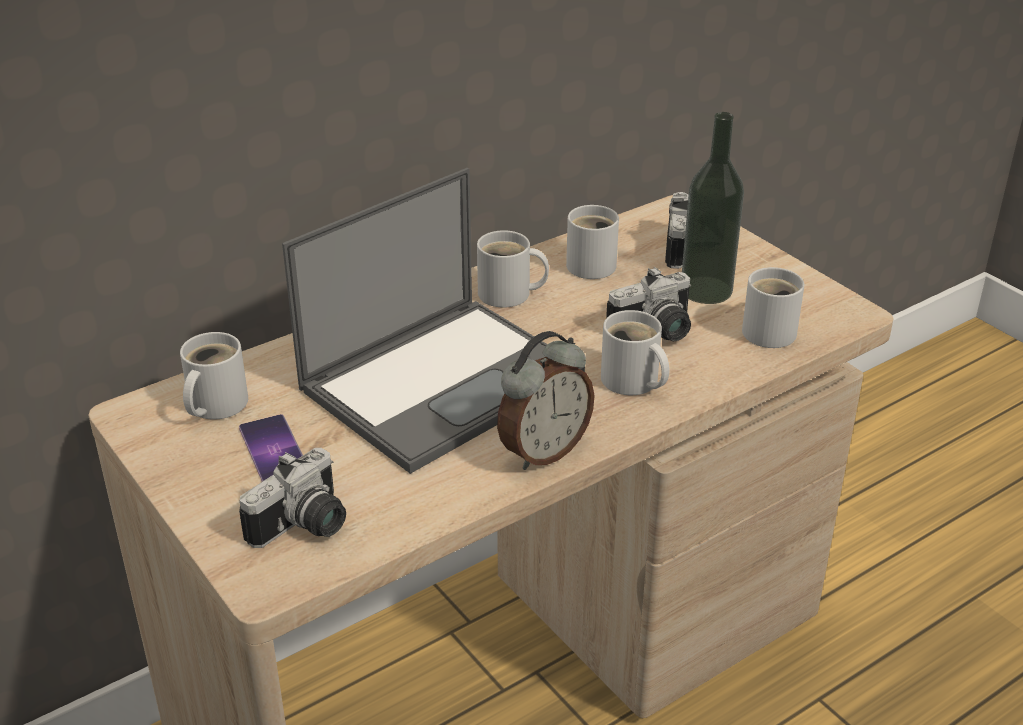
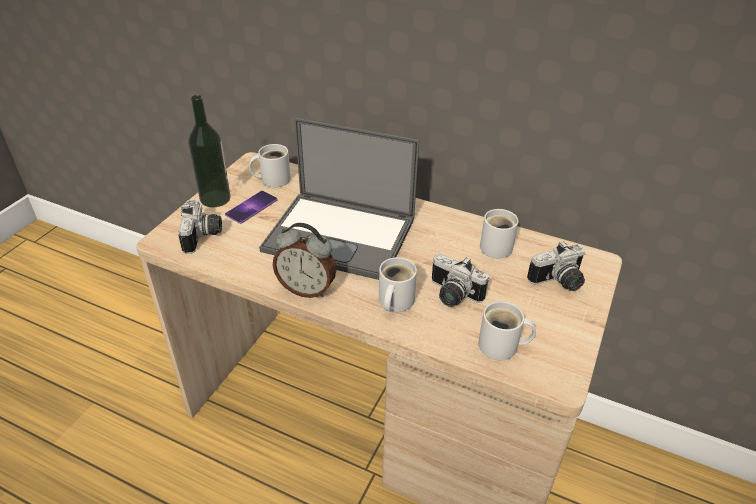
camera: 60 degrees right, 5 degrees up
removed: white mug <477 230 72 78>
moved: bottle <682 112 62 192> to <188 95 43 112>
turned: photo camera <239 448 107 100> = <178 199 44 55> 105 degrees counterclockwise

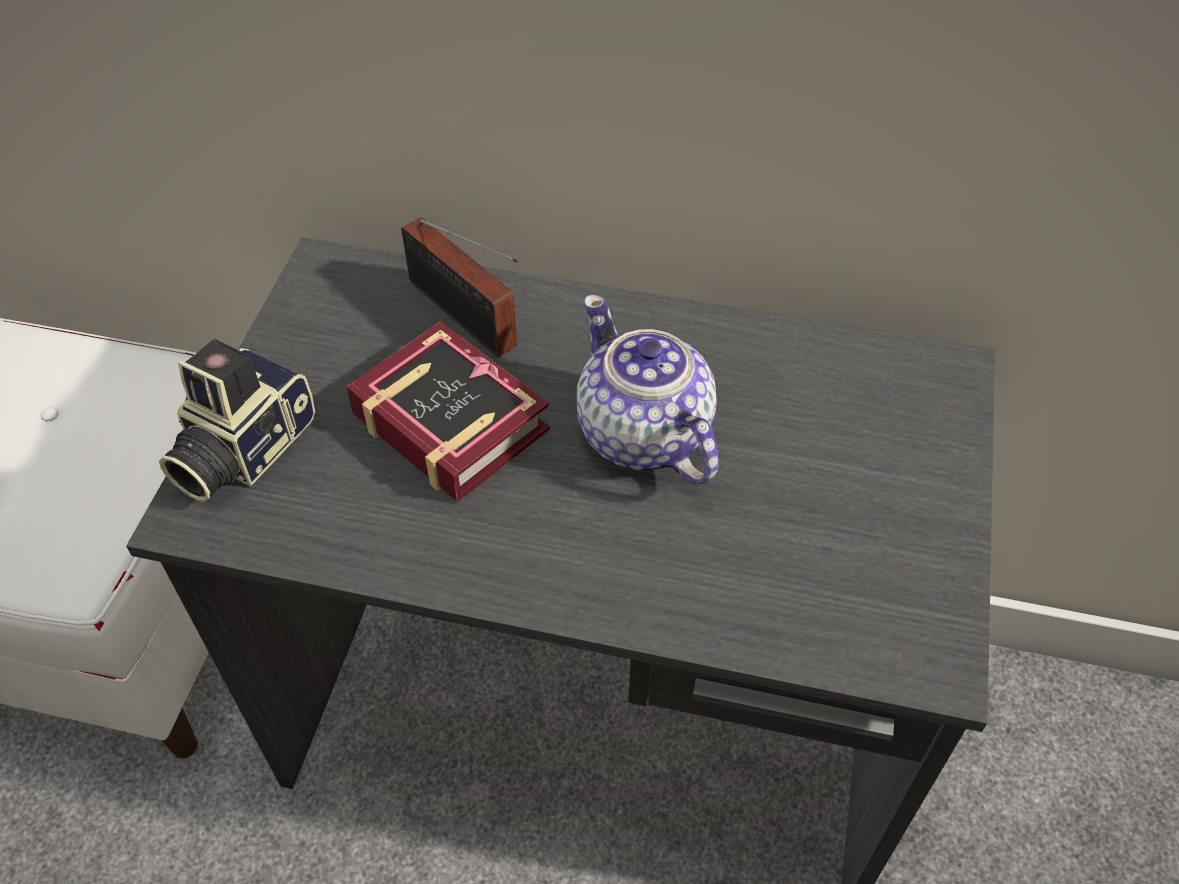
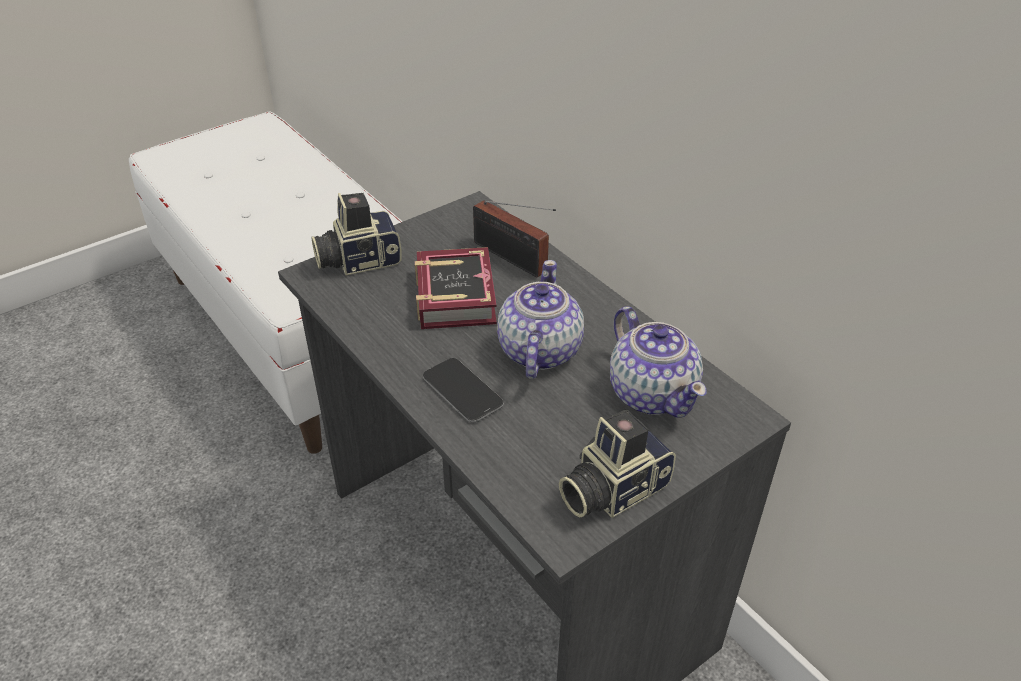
camera: 40 degrees right, 10 degrees down
added: teapot <610 306 97 112>; phone <423 358 81 65>; photo camera <559 410 117 108>
turned: radio <401 217 117 141> = <473 200 83 77> 45 degrees counterclockwise

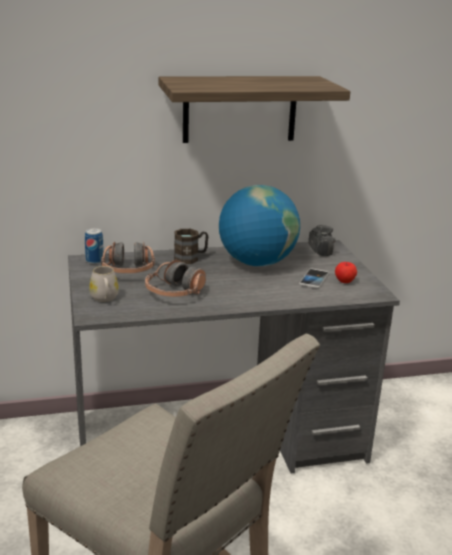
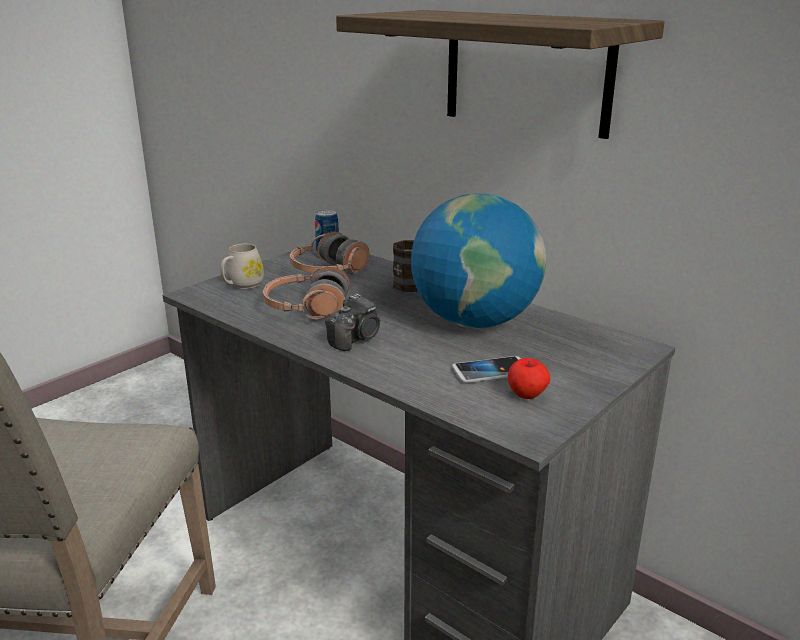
camera: 55 degrees right, 0 degrees up
moved: photo camera <308 225 27 31> to <325 293 55 58>

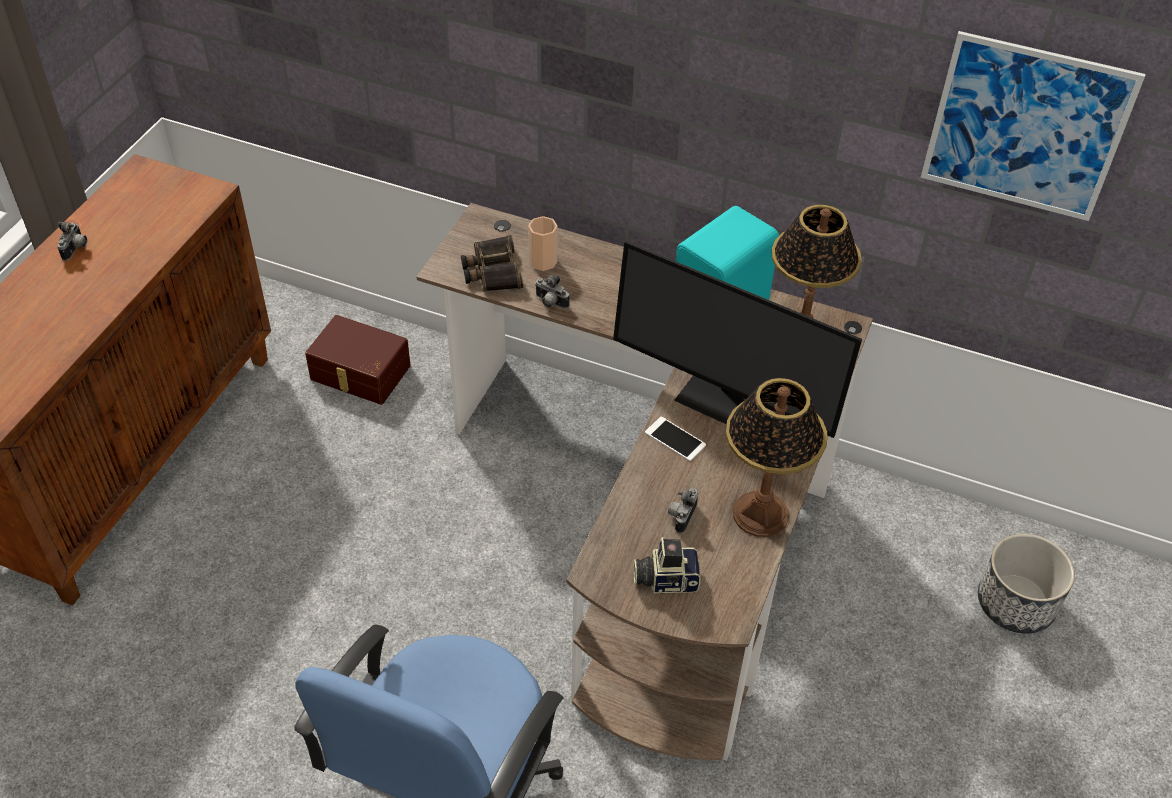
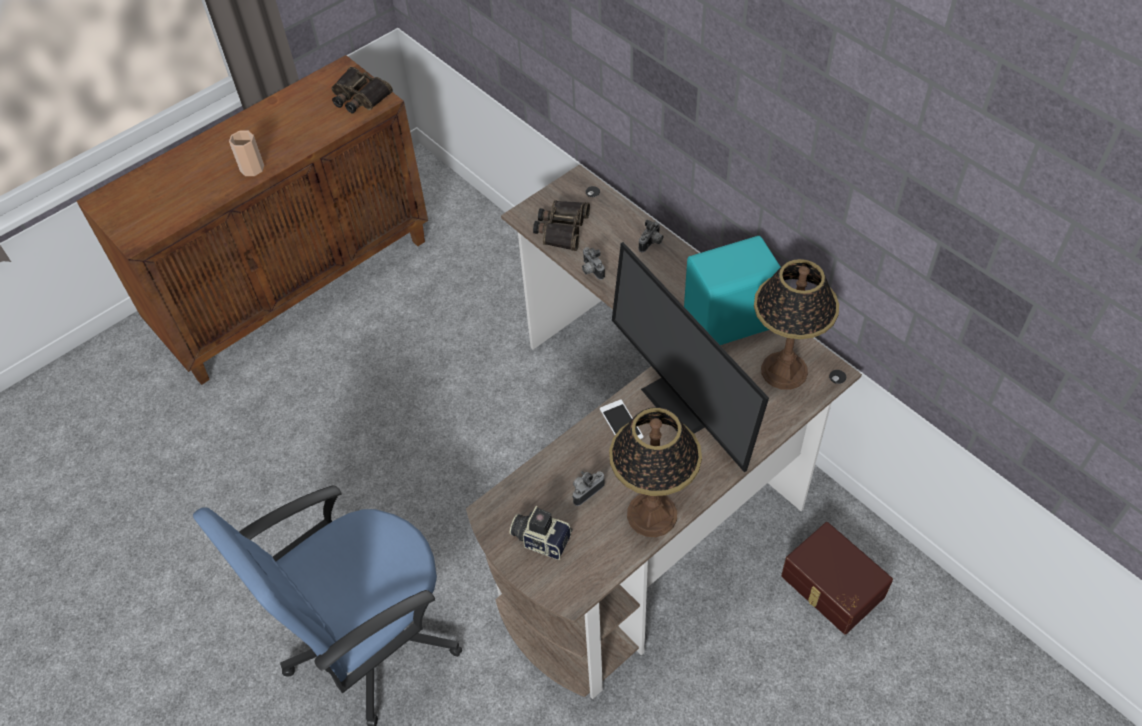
camera: 30 degrees right, 5 degrees up
removed: picture <921 31 225 190>; planter <978 534 97 100>
added: binoculars <331 67 62 46>
moved: cup <528 216 30 55> to <229 131 35 45>; photo camera <57 222 30 39> to <639 220 24 32>; brown storage box <305 315 106 90> to <781 522 112 112>

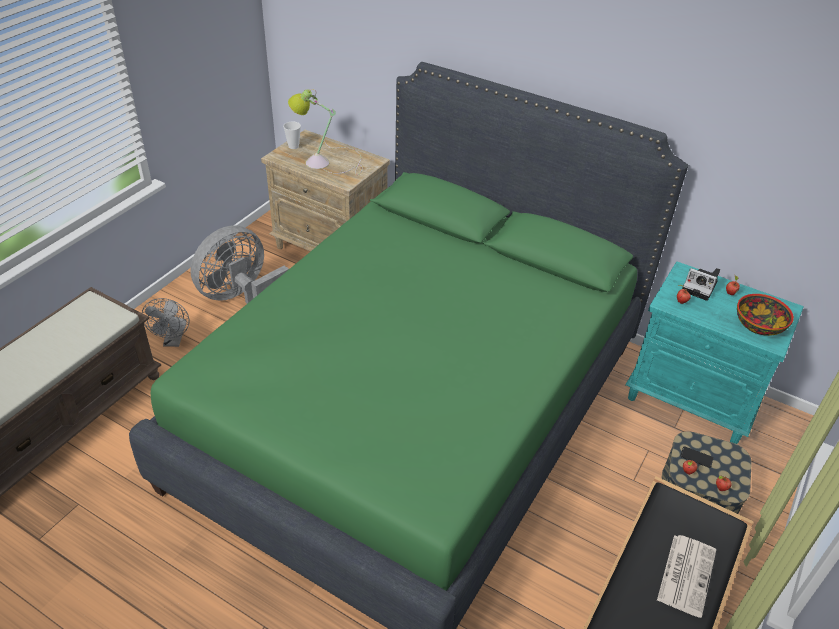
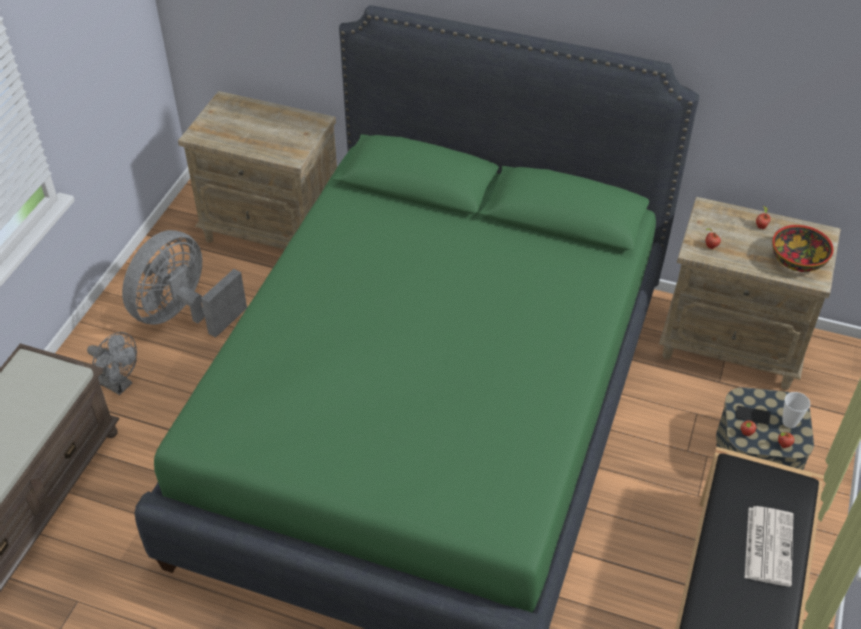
camera: 10 degrees left, 5 degrees up
removed: table lamp <288 89 75 86>; photo camera <682 268 38 33>
moved: cup <283 121 18 28> to <782 392 28 36>
recoloured: turquoise nightstand <625 262 178 182> to beige nightstand <659 197 182 193>
turned: grey fan <142 298 47 49> = <87 332 50 63> 45 degrees counterclockwise

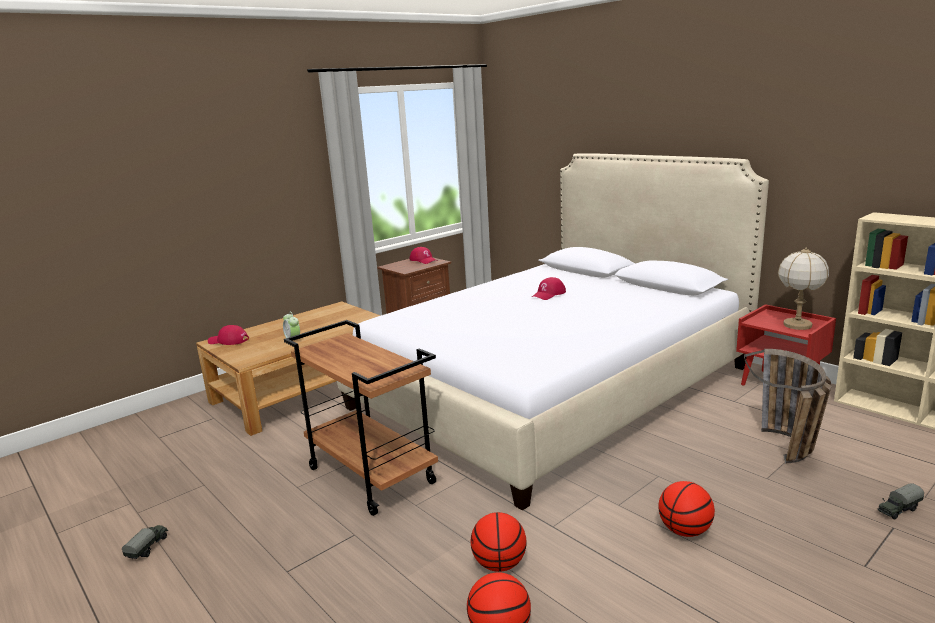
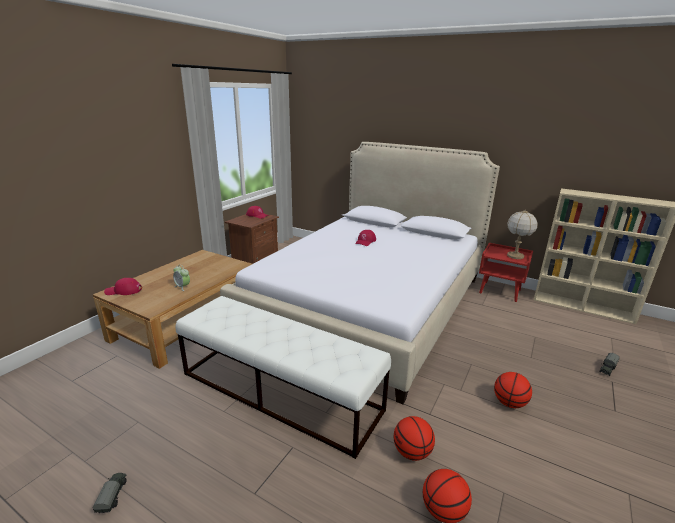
camera: 20 degrees left, 5 degrees up
removed: basket <744 349 87 115>
replaced: brown cart <284 320 154 196> to white bench <176 296 215 163>

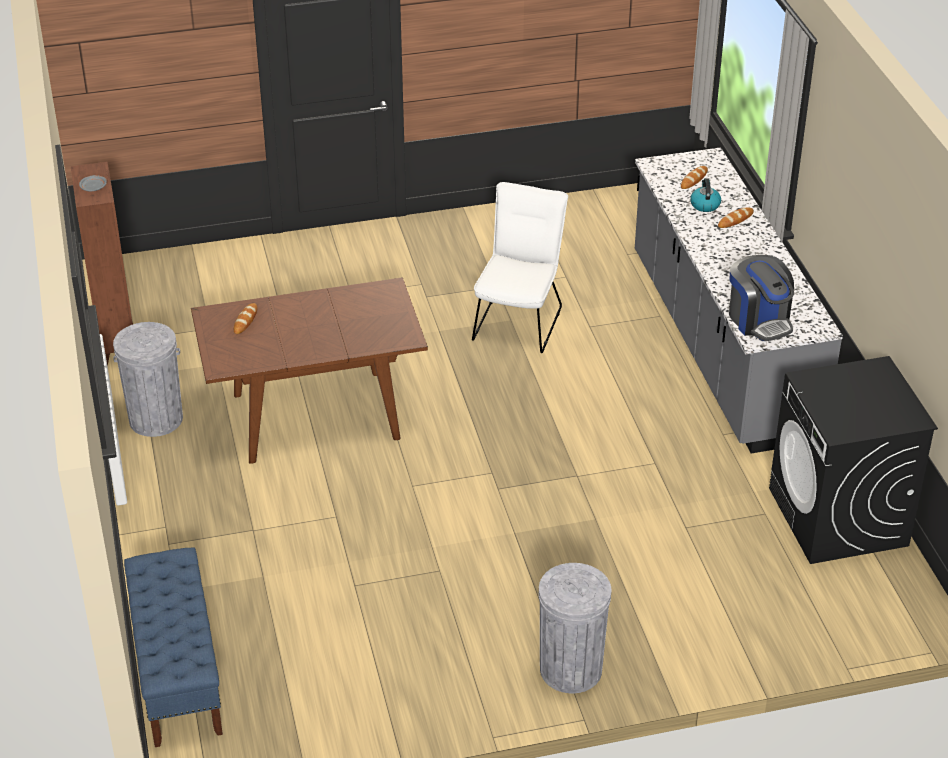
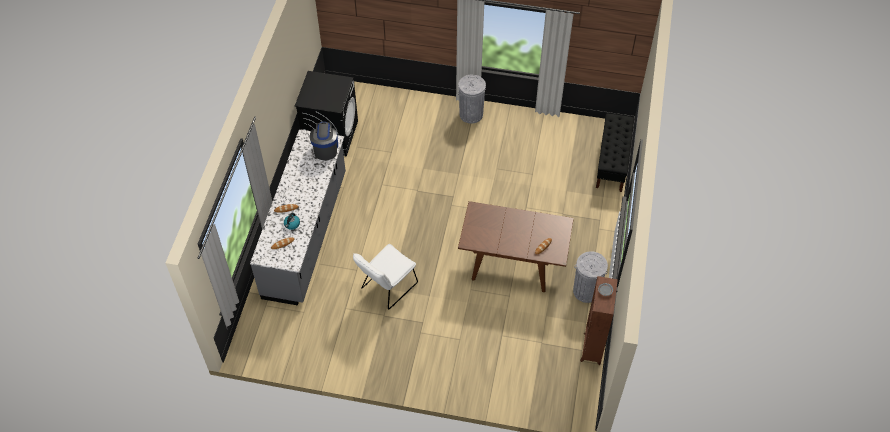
camera: 155 degrees left, 15 degrees up
recoloured: blue bench <124 547 99 200> to black bench <596 114 38 78>

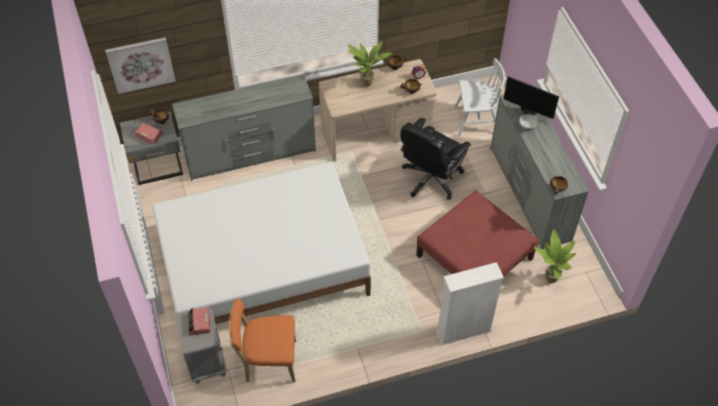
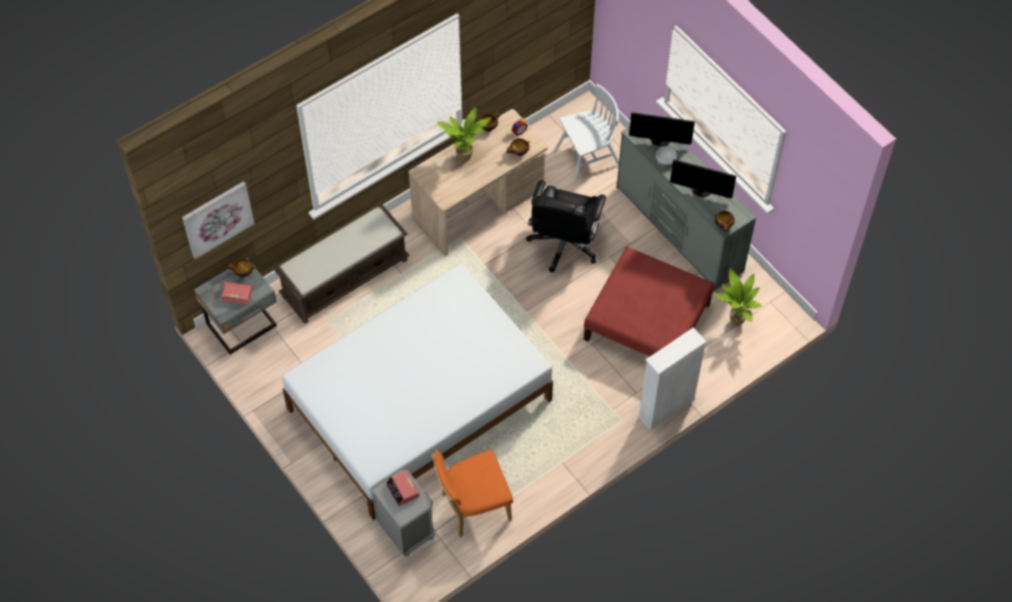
camera: 20 degrees left, 5 degrees up
added: monitor <670 159 66 40>
replaced: grey dresser <172 75 144 106> to brown bench <274 204 136 119>

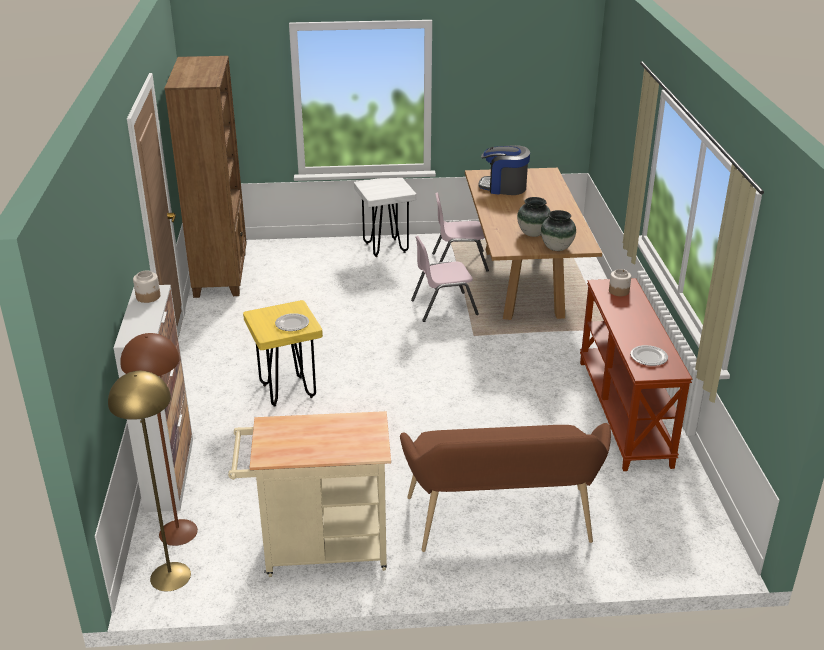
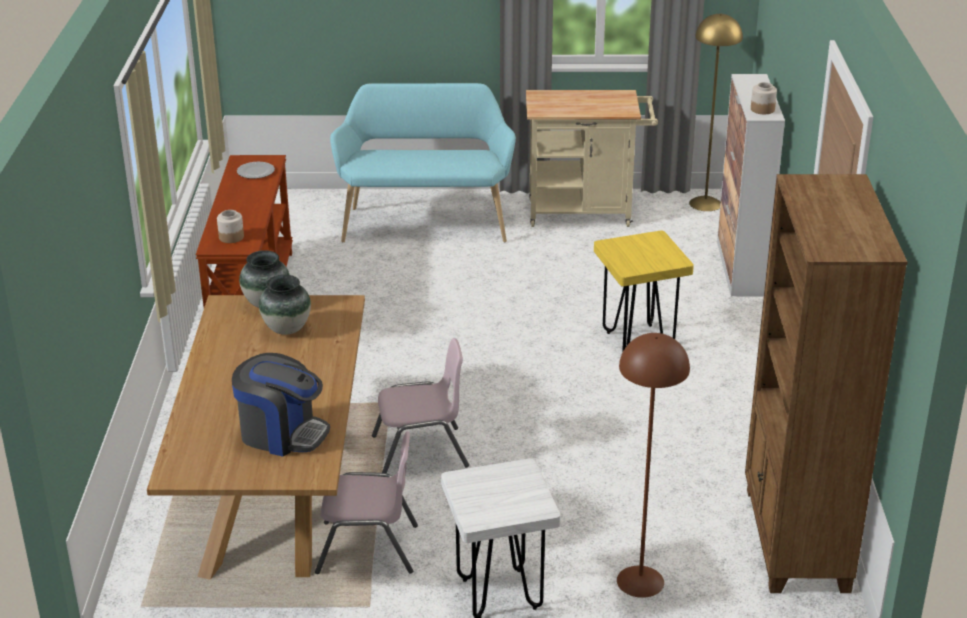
camera: 175 degrees left, 0 degrees up
removed: plate <275 313 34 18>
moved: brown floor lamp <120 333 78 213> to <617 333 73 265>
recoloured: brown bench <400 423 211 129> to turquoise bench <330 83 186 159>

